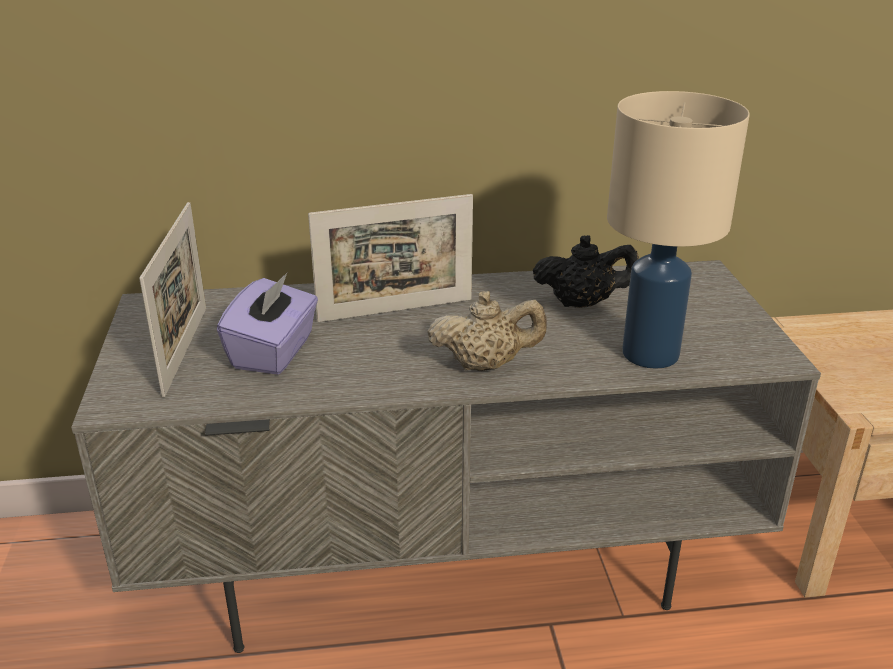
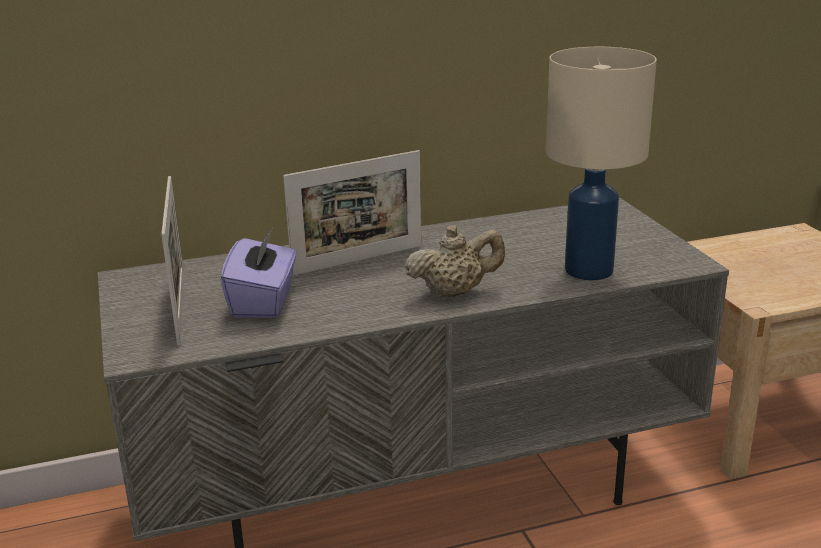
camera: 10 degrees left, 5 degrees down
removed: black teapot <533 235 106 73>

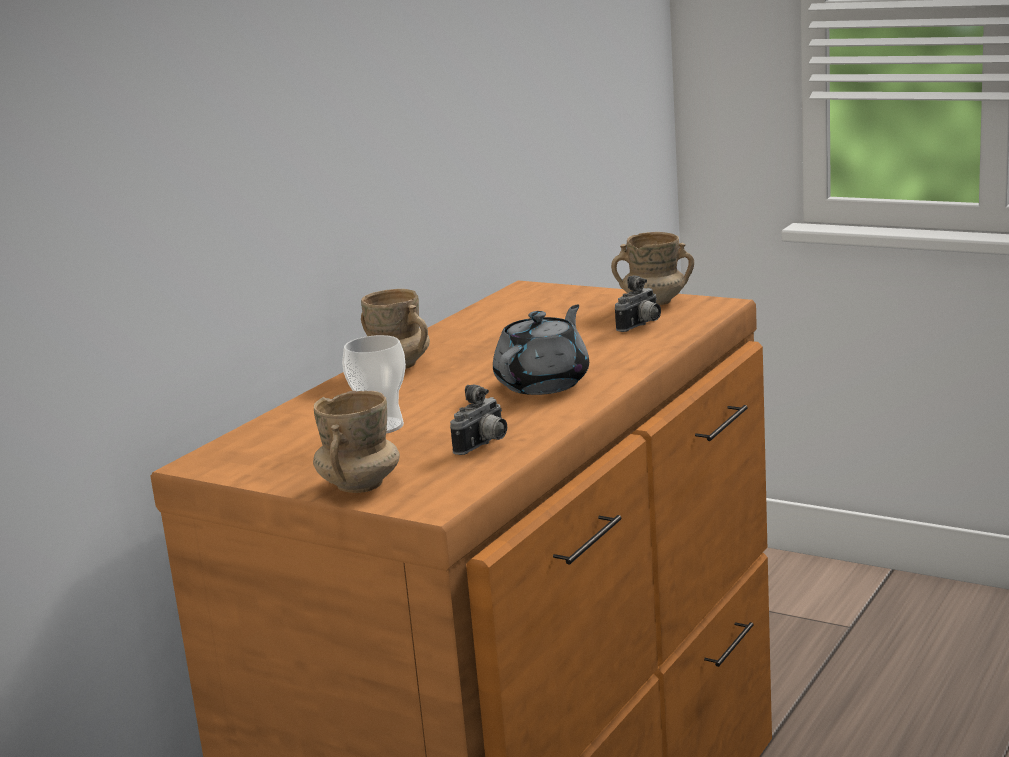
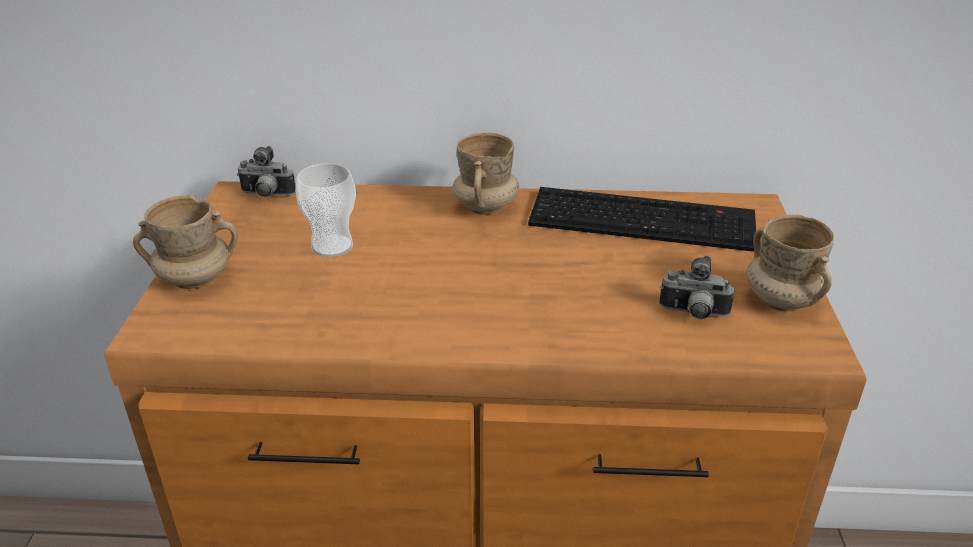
camera: 60 degrees right, 15 degrees up
removed: grey teapot <493 305 96 90>
added: keyboard <528 187 228 65>
moved: photo camera <450 384 57 71> to <237 146 59 51>

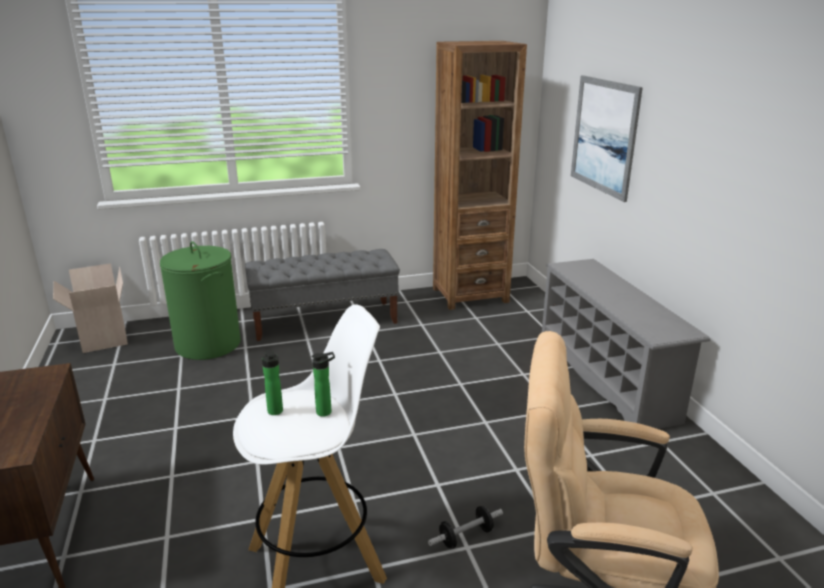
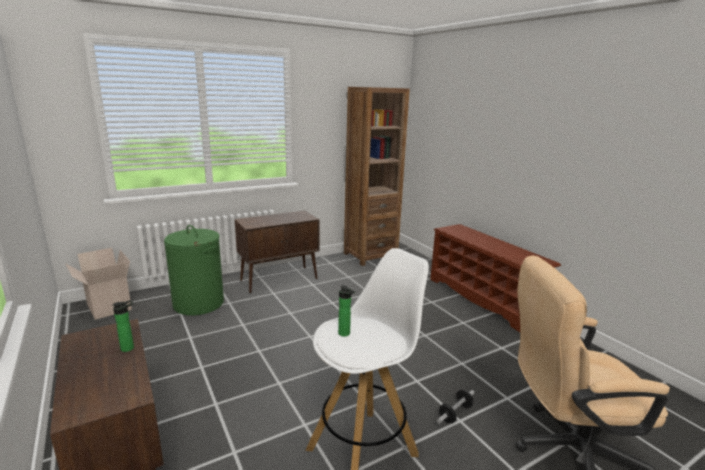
camera: 15 degrees left, 5 degrees down
removed: picture <571 75 72 127>
moved: bottle <312 352 23 65> to <112 300 22 52>
replaced: grey bench <245 249 155 92> to brown cabinet <235 211 85 82>
recoloured: grey shoe rack <542 259 169 170> to brown shoe rack <430 224 131 108>

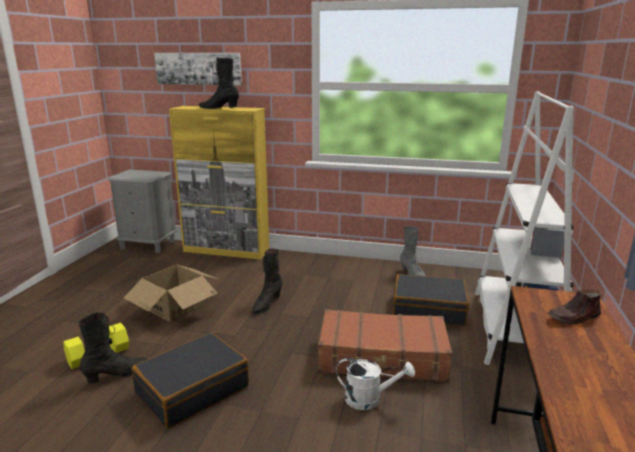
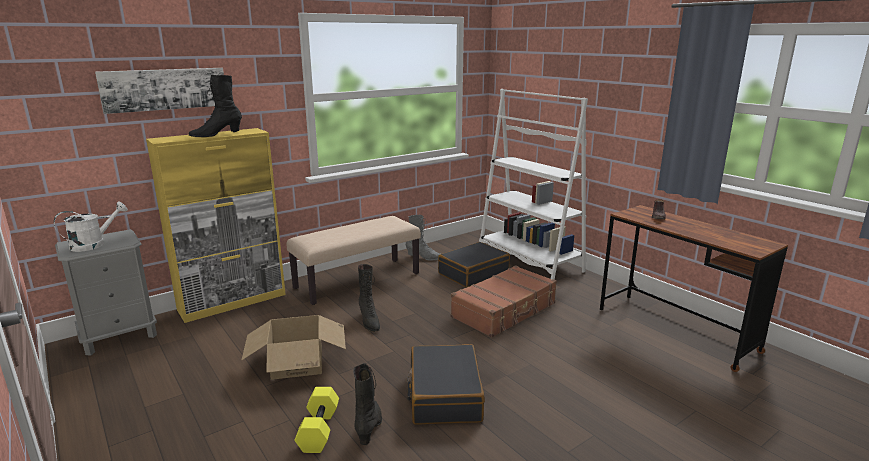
camera: 50 degrees left, 0 degrees up
added: beige bench <287 216 134 89>
moved: white watering can <336 358 79 52> to <54 202 74 50>

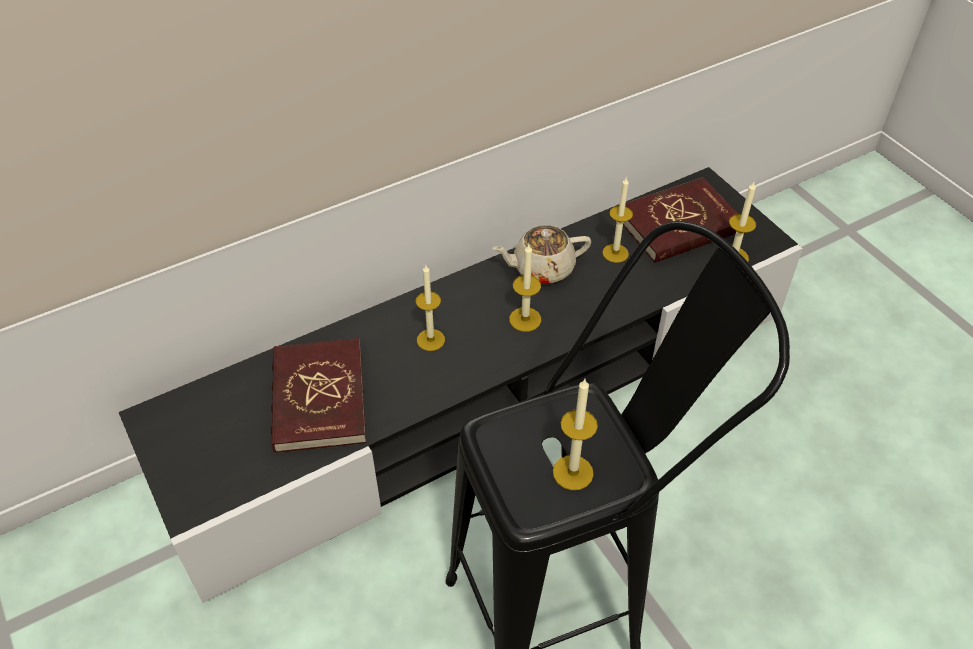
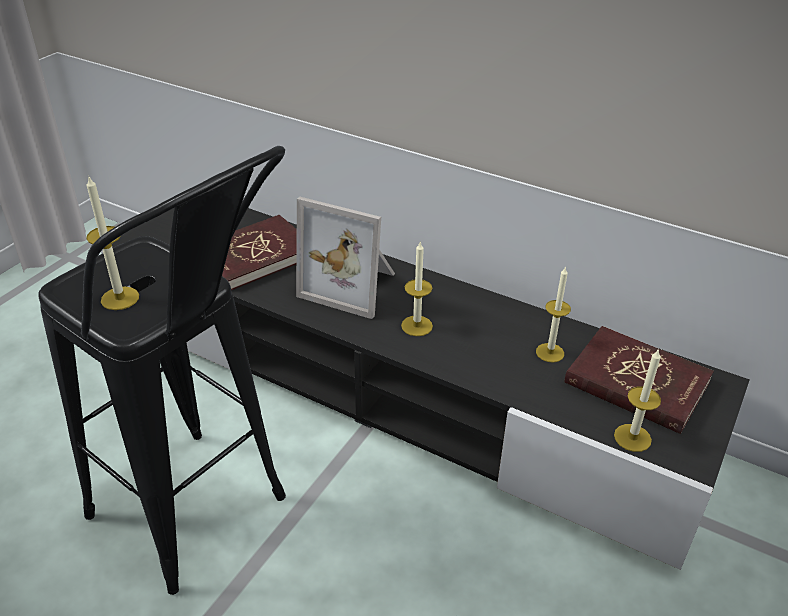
camera: 60 degrees right, 10 degrees down
removed: beige teapot <492 225 99 59>
replaced: candle <416 265 29 86> to picture frame <296 197 99 122>

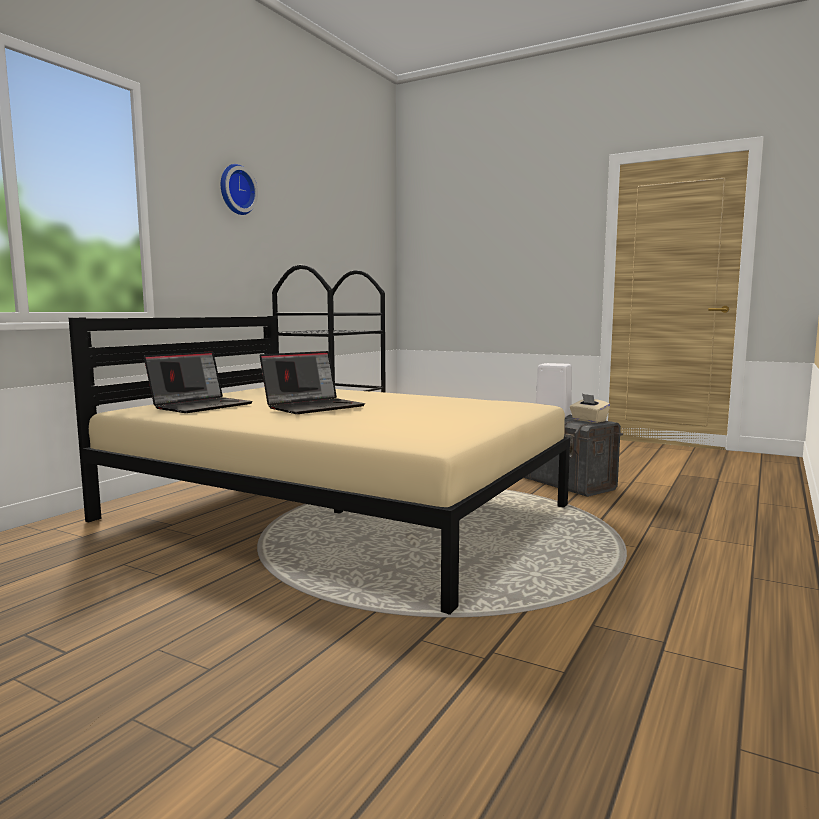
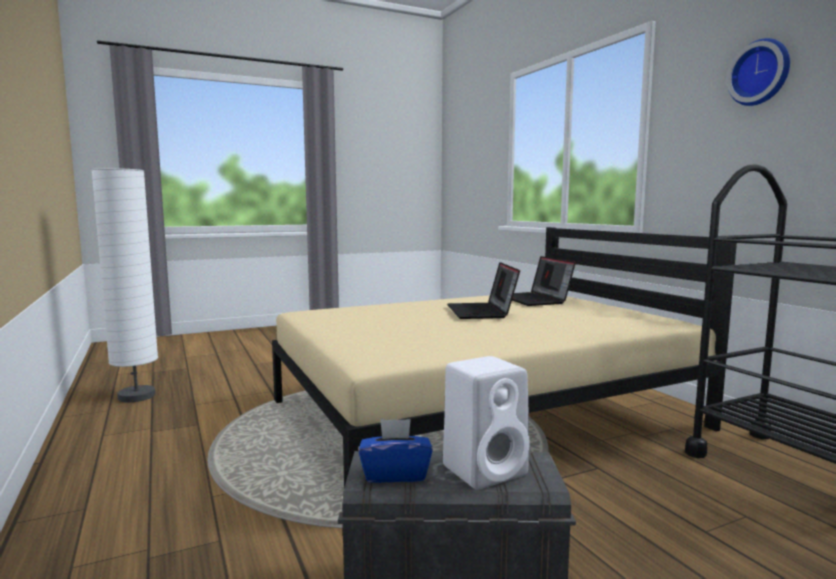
camera: 125 degrees right, 0 degrees up
added: white floor lamp <91 168 67 234>
recoloured: beige tissue box <570 394 40 29> to blue tissue box <359 419 74 64>

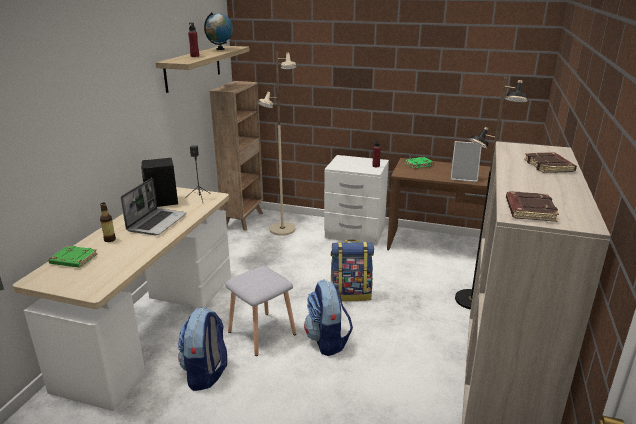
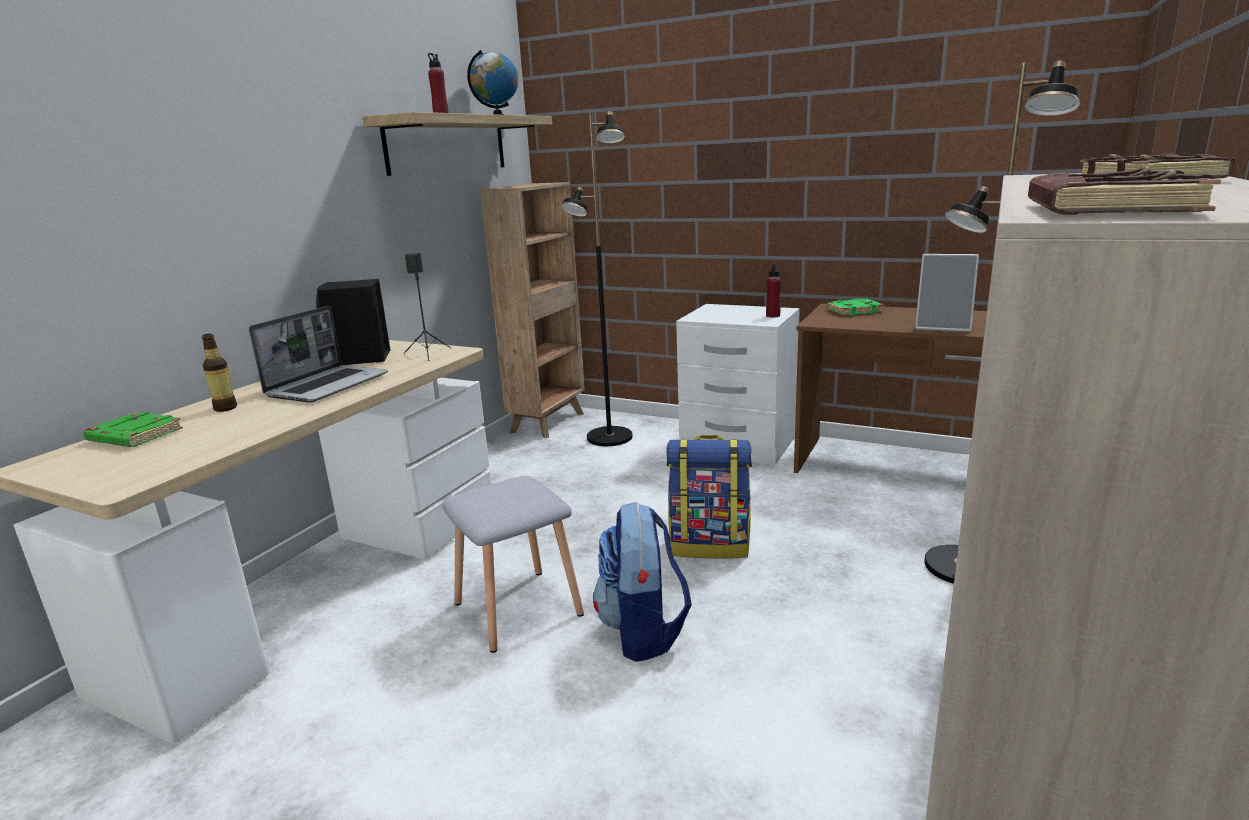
camera: 10 degrees right, 5 degrees down
removed: backpack <178 307 49 84>
recoloured: beige floor lamp <258 52 39 184> to black floor lamp <561 111 72 335>

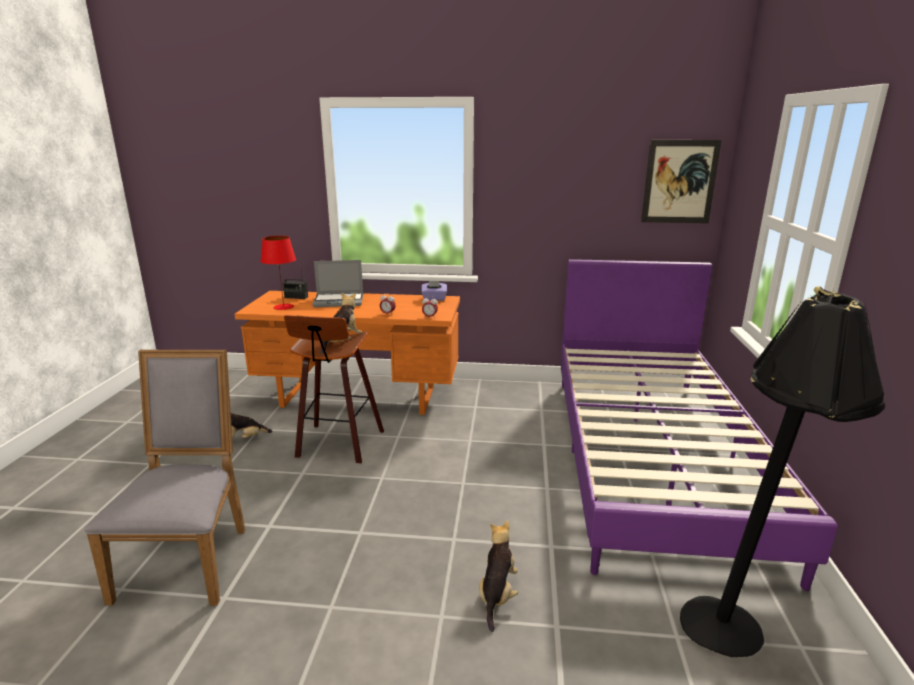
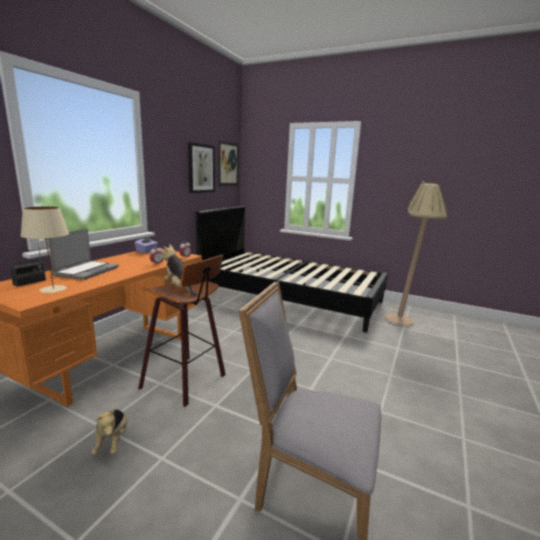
camera: 70 degrees left, 5 degrees down
removed: plush toy <479 520 39 112>
added: picture <188 142 27 51>
recoloured: red table lamp <261 236 35 74> to beige table lamp <20 206 49 87>; purple bed <561 259 277 332> to black bed <196 206 192 126>; black floor lamp <680 286 205 371> to beige floor lamp <384 181 63 145>

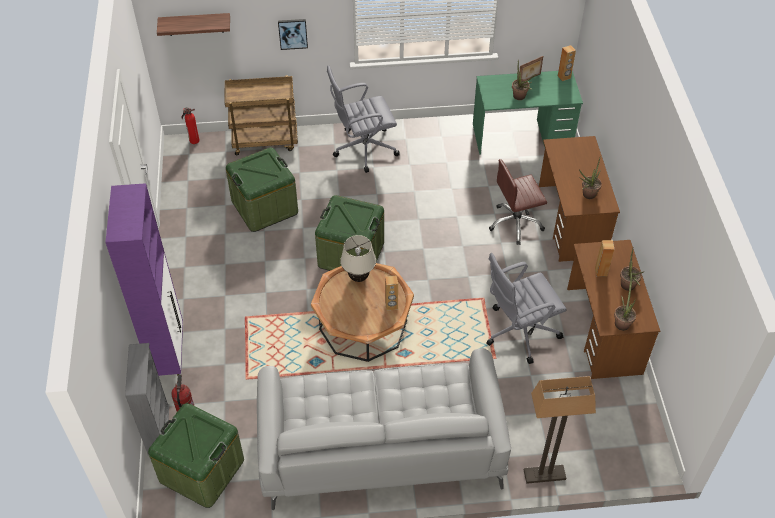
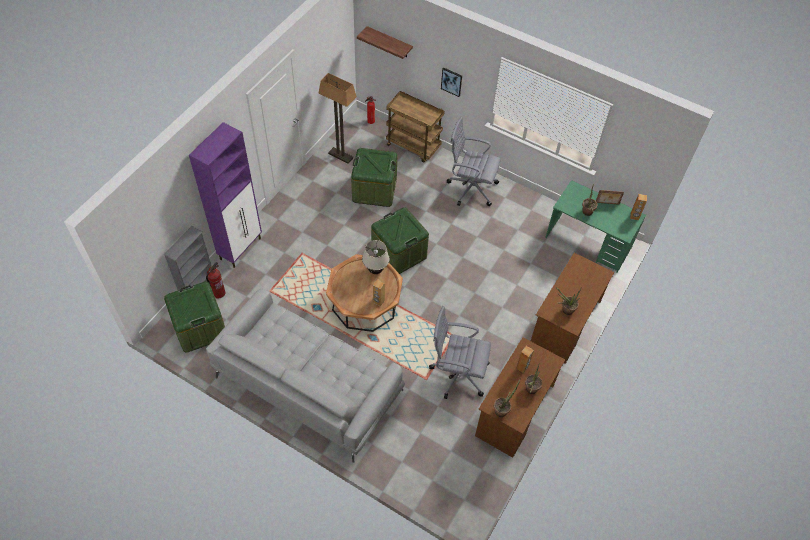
camera: 35 degrees right, 5 degrees up
removed: brown office chair <489 159 58 86>
moved: floor lamp <524 376 72 108> to <319 73 38 91>

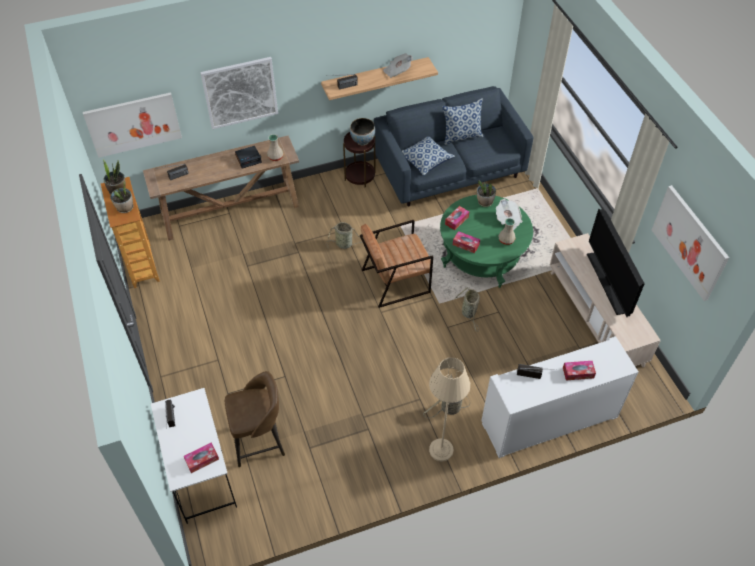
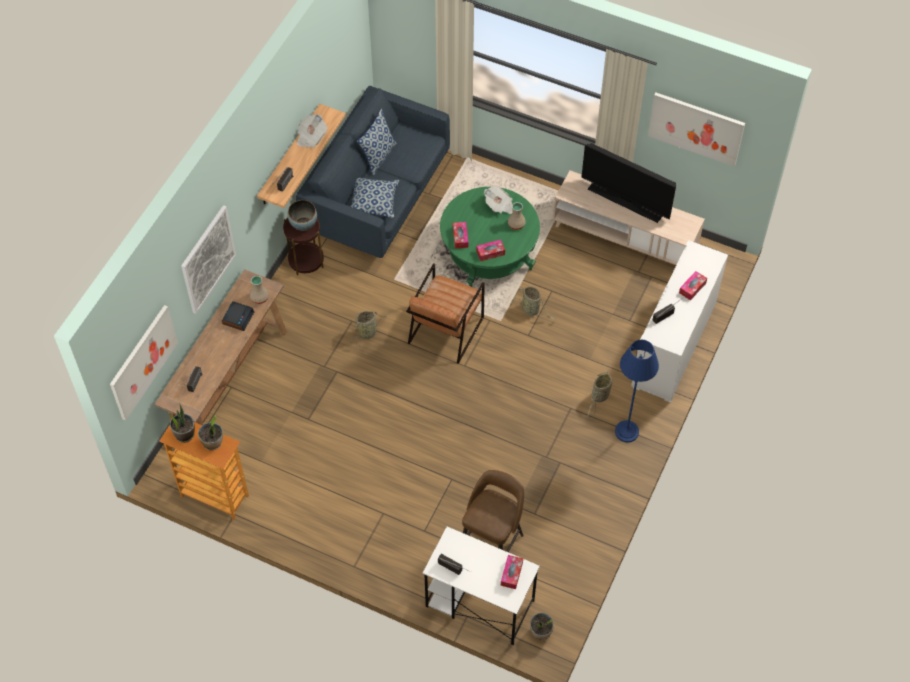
camera: 45 degrees left, 5 degrees up
moved: potted plant <477 180 19 27> to <530 613 23 27>
recoloured: beige floor lamp <429 357 41 105> to blue floor lamp <615 340 44 102>

